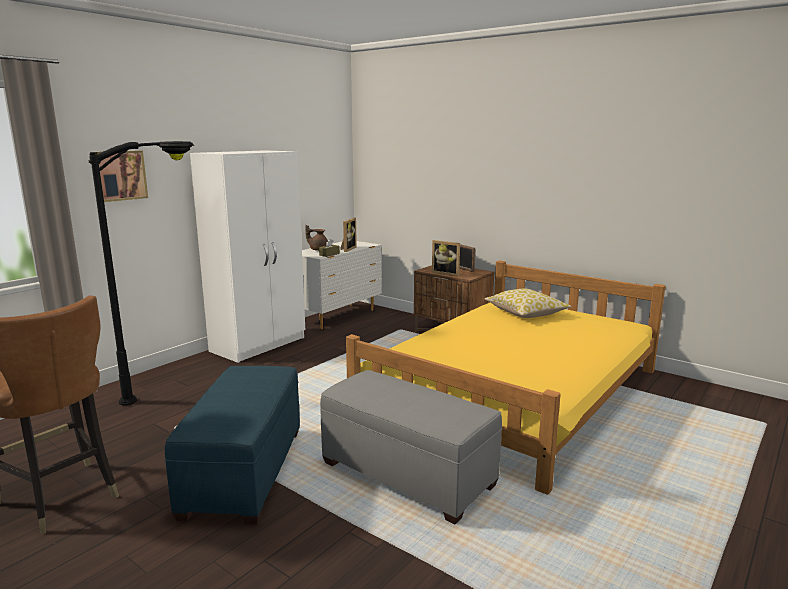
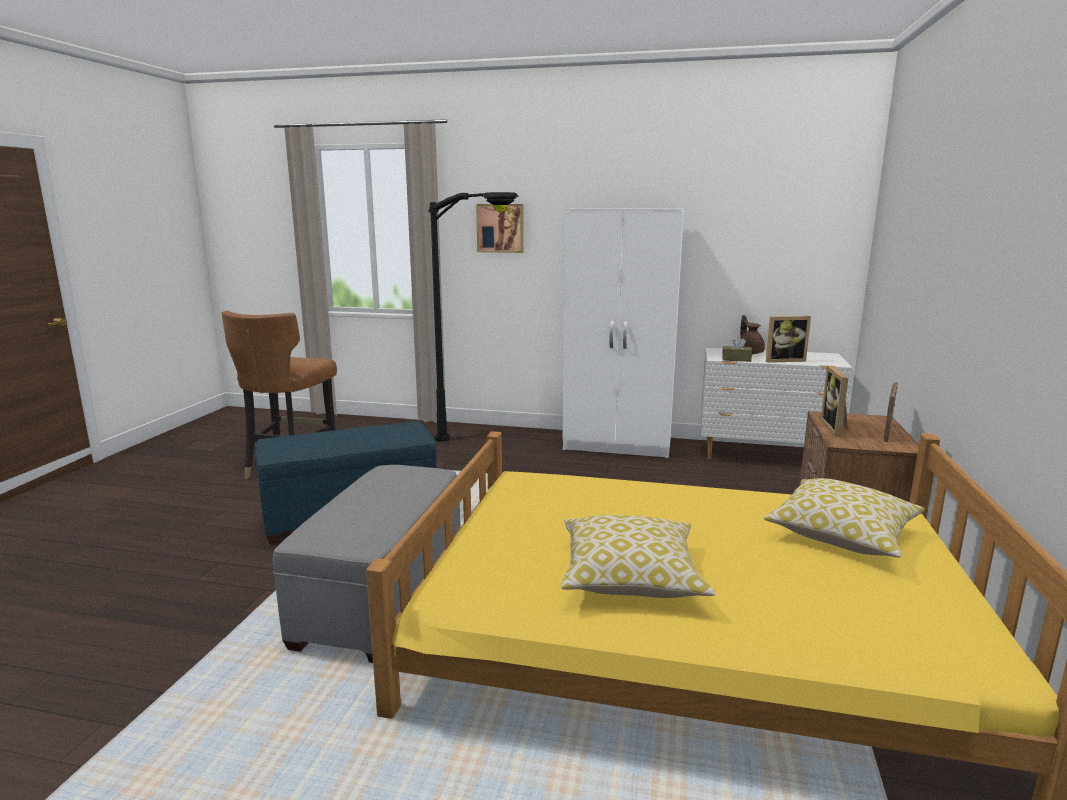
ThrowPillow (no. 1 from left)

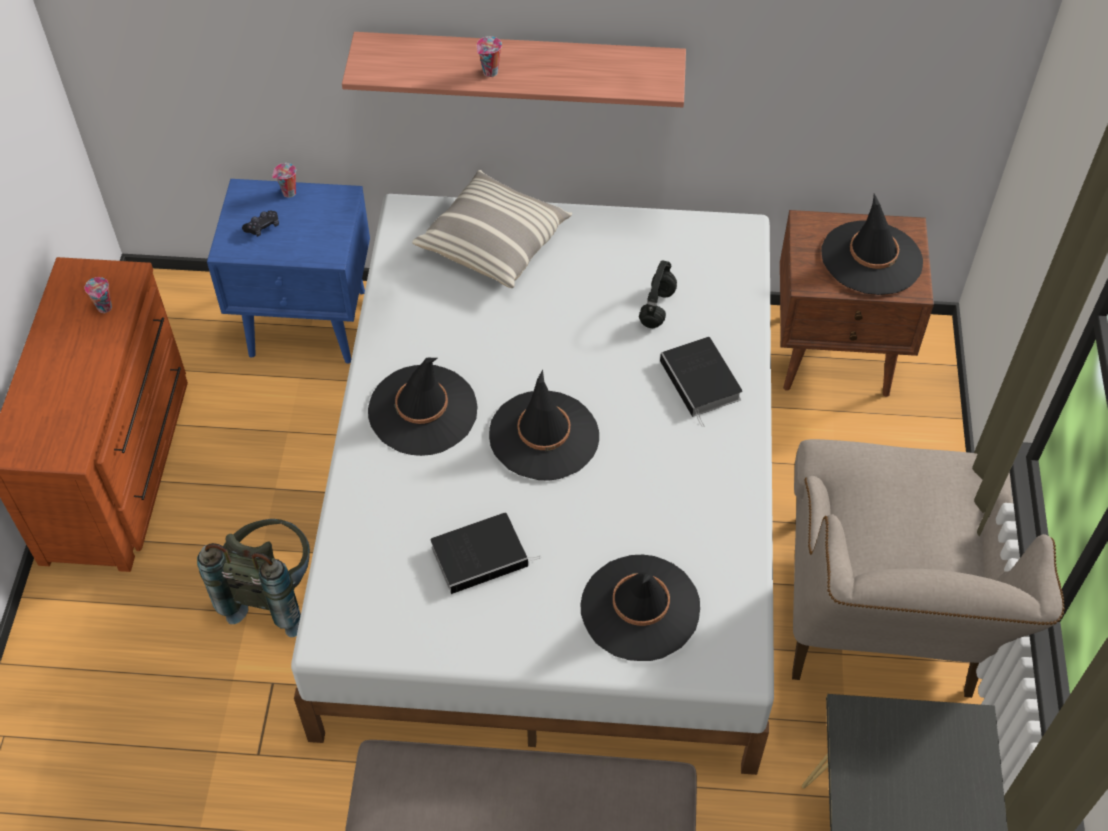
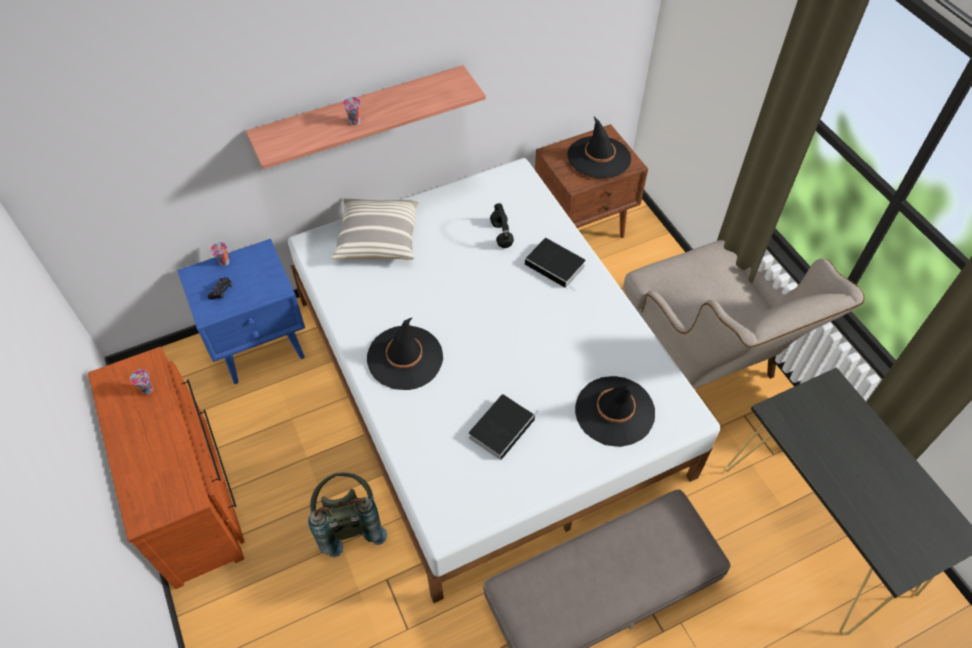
BlackColouredHat (no. 2 from left in the first image)

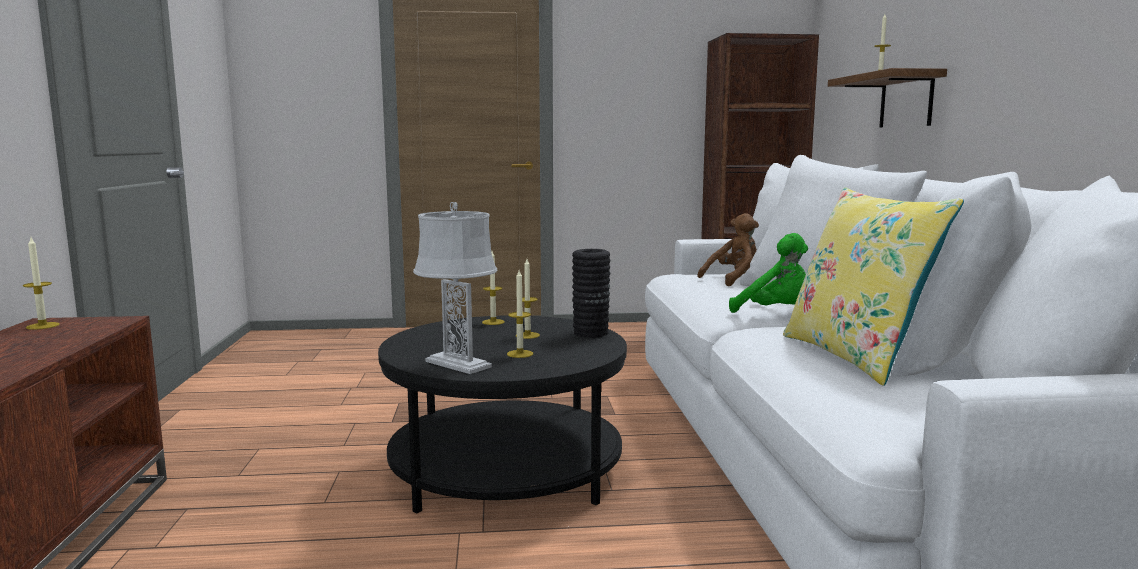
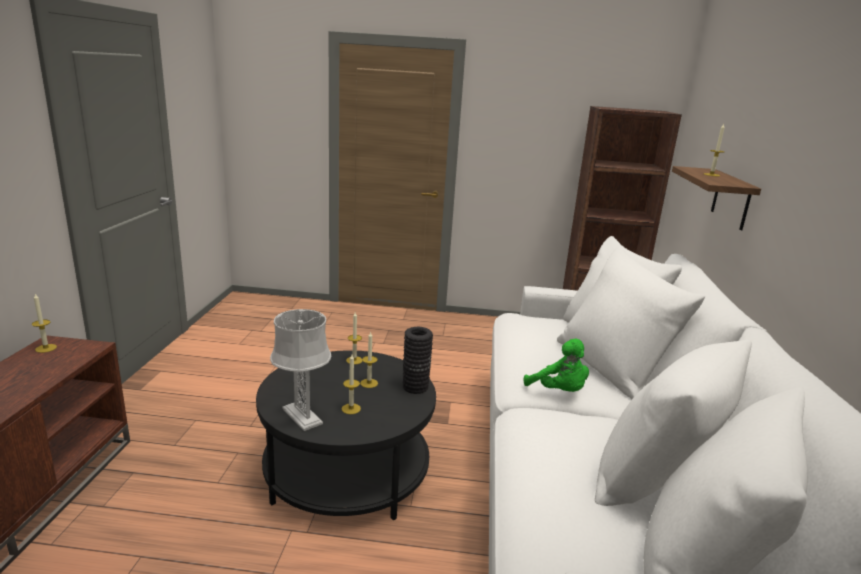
YellowColouredThrowPillow
BrownishCuddlyToy

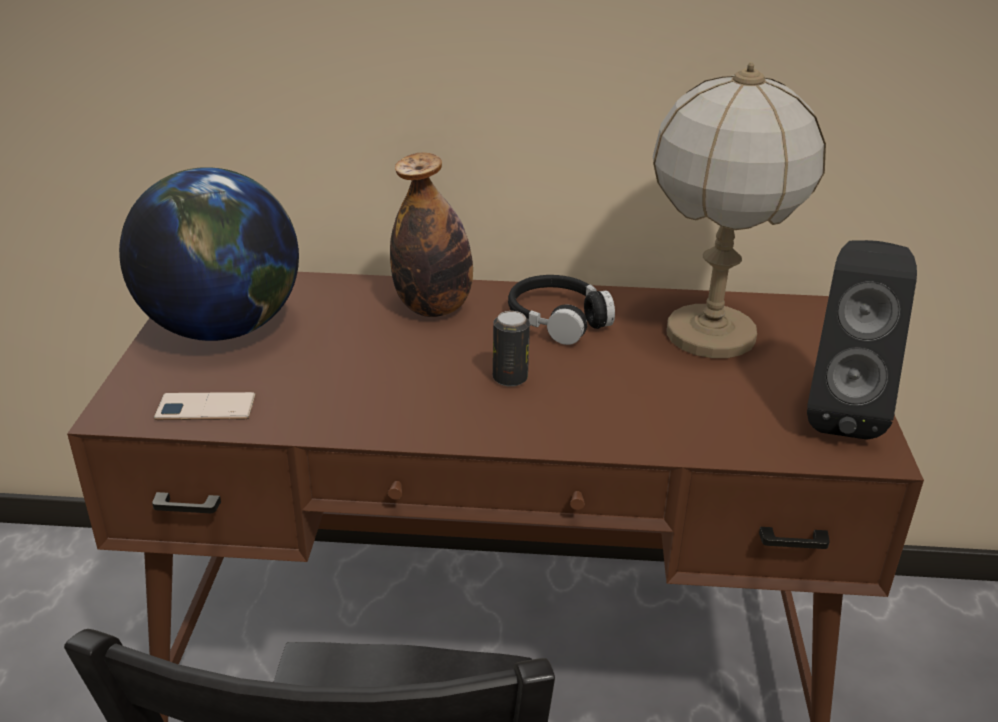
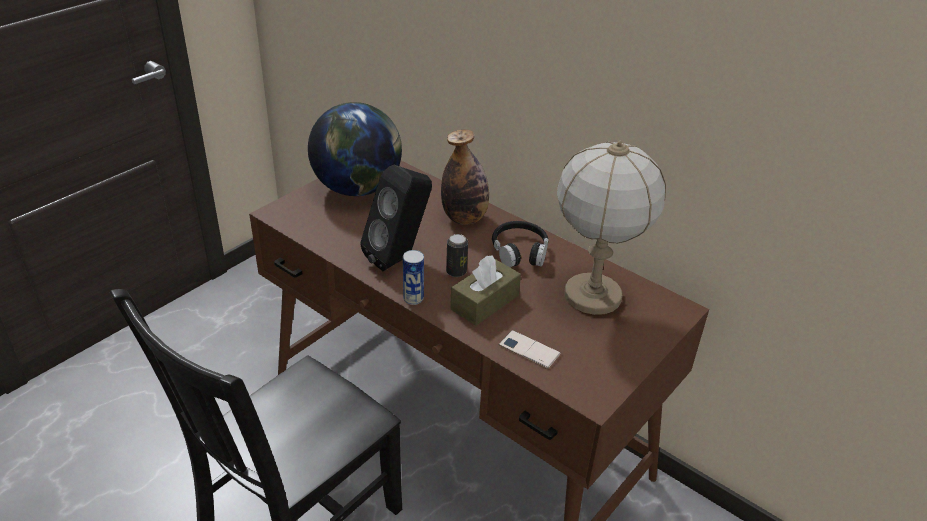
BlackColouredAudioSpeaker
Handset
Can (no. 1 from left)
BrownishTissueBox

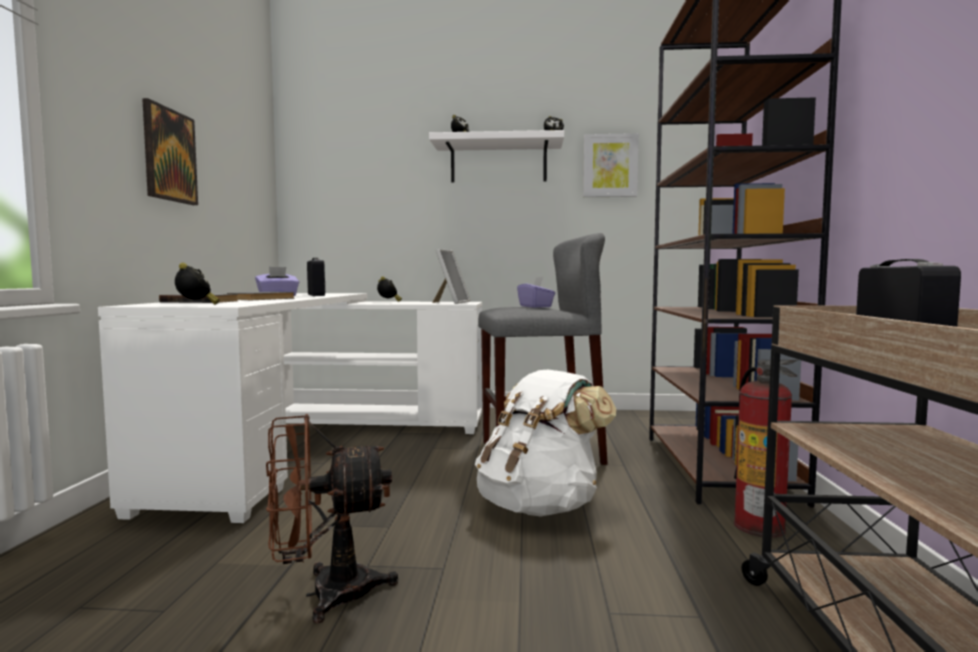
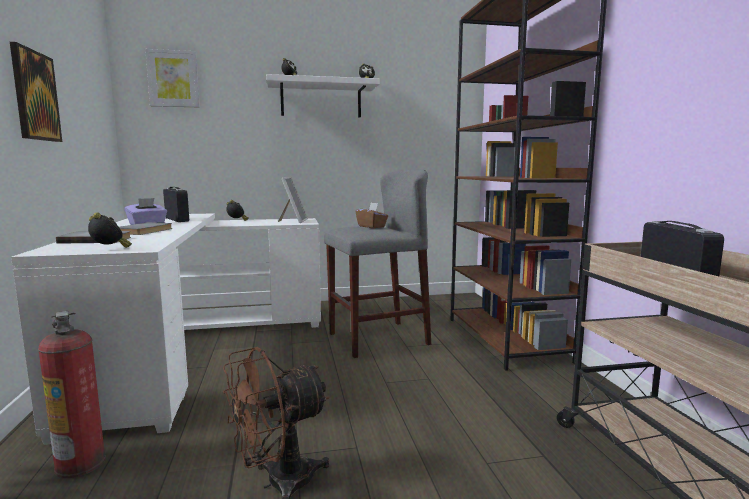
WallArt (no. 2 from left)
BrownishTissueBox
FireFightingCylinder
WhitishBackpack

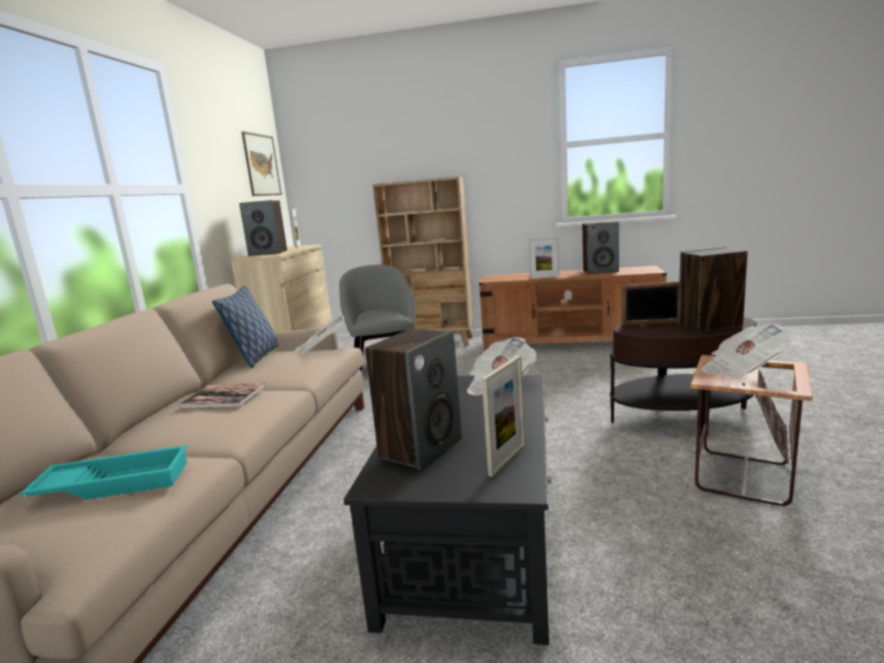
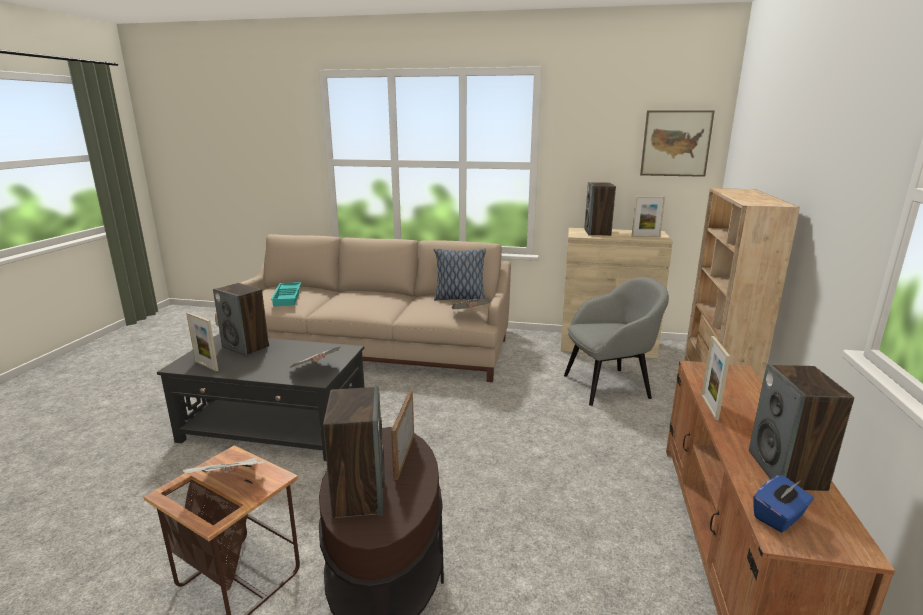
Volume
BluishTissueBox

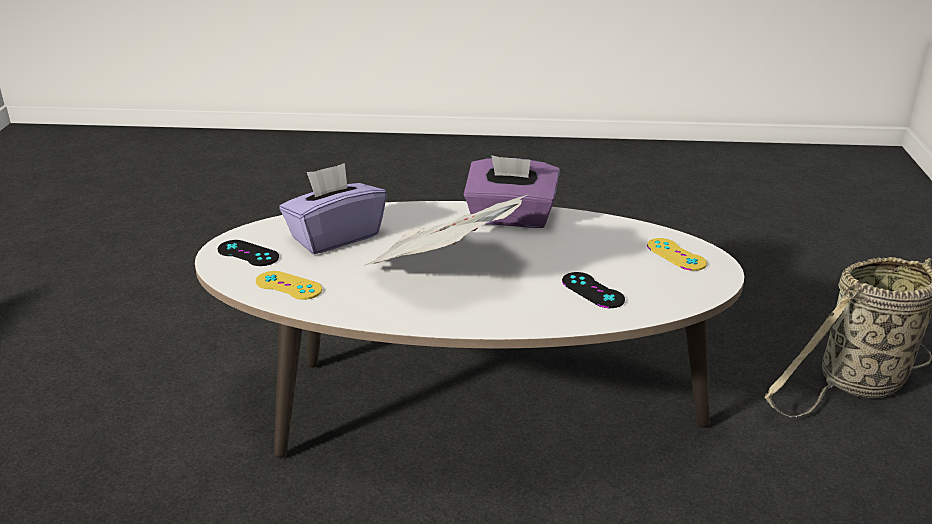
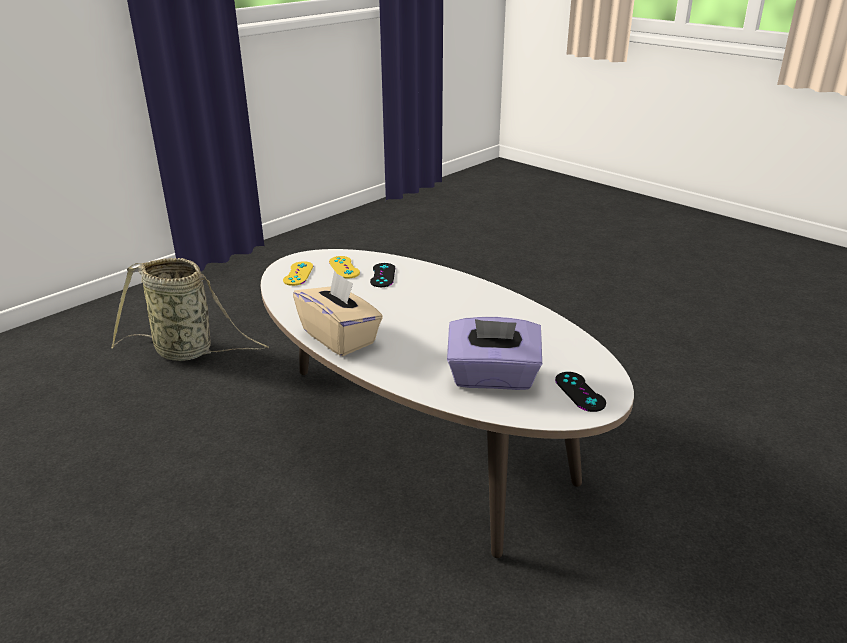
BeigeTissueBox
DailyPaper
YellowColouredJoypad (no. 2 from left)

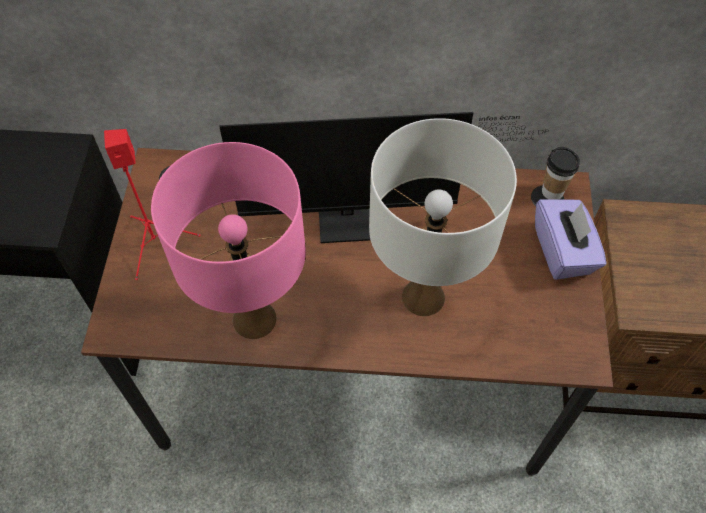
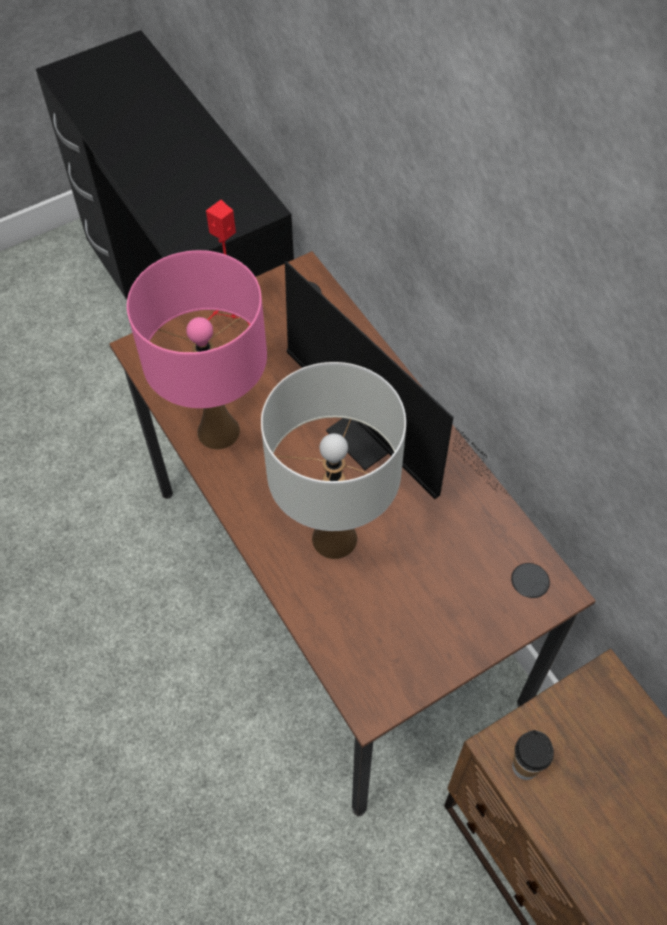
DrinkingCup
PurpleTissueBox

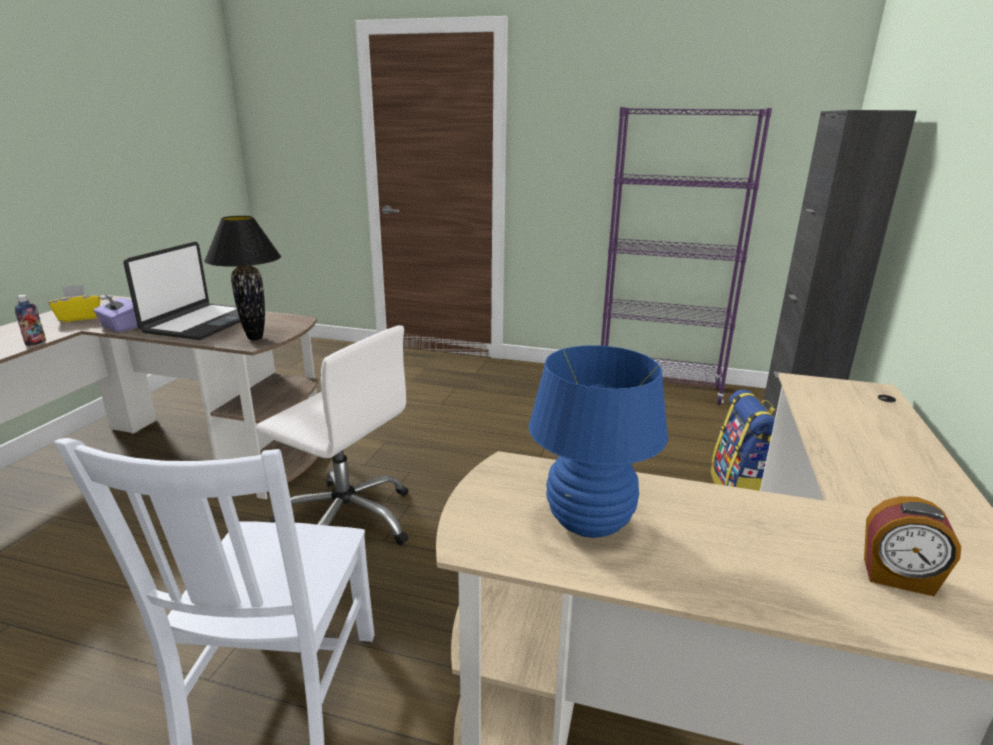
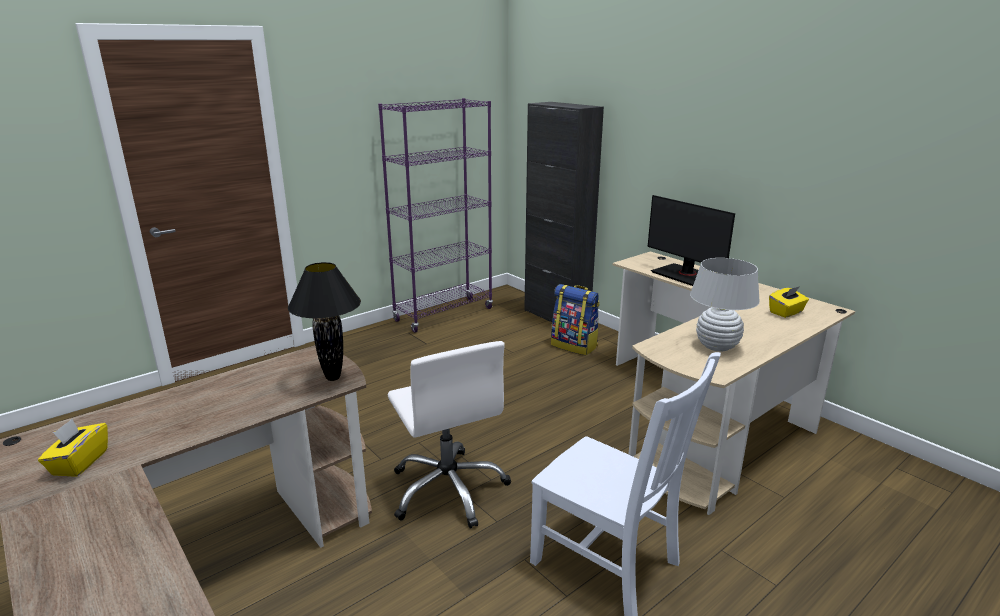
Laptop
DrinkBottle
PurpleTissueBox
WhitishOfficeChair
WhitishTableLamp
YellowColouredTissueBox (no. 2 from left)
Monitor

